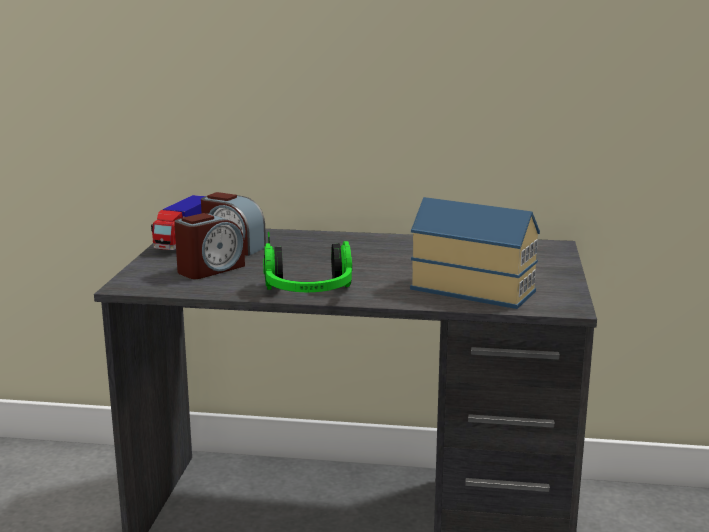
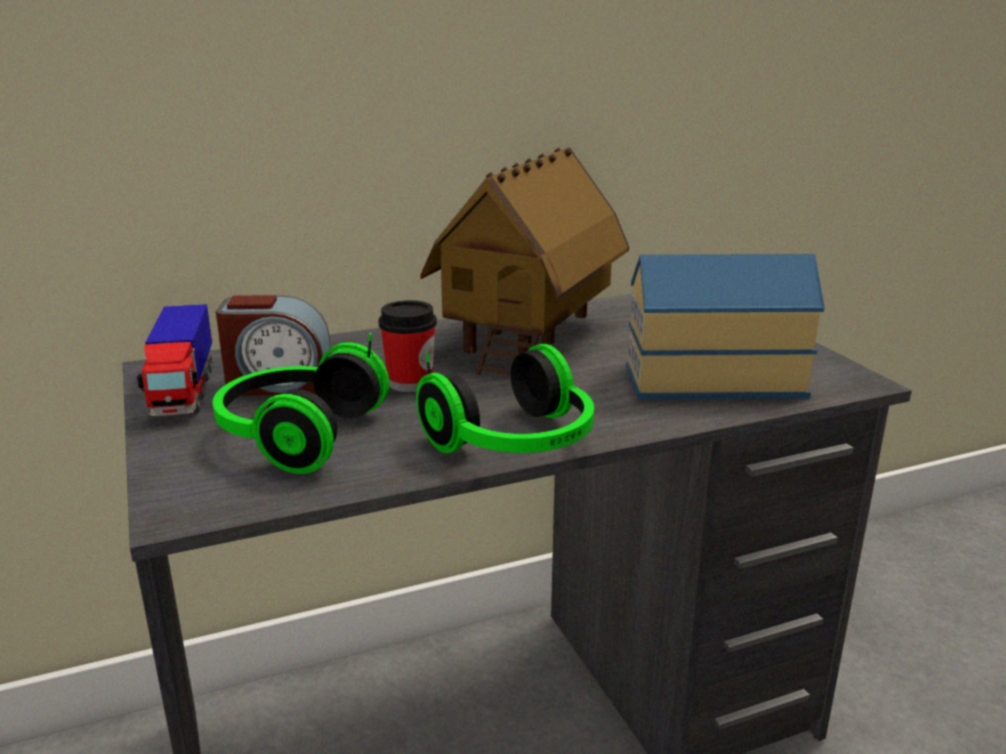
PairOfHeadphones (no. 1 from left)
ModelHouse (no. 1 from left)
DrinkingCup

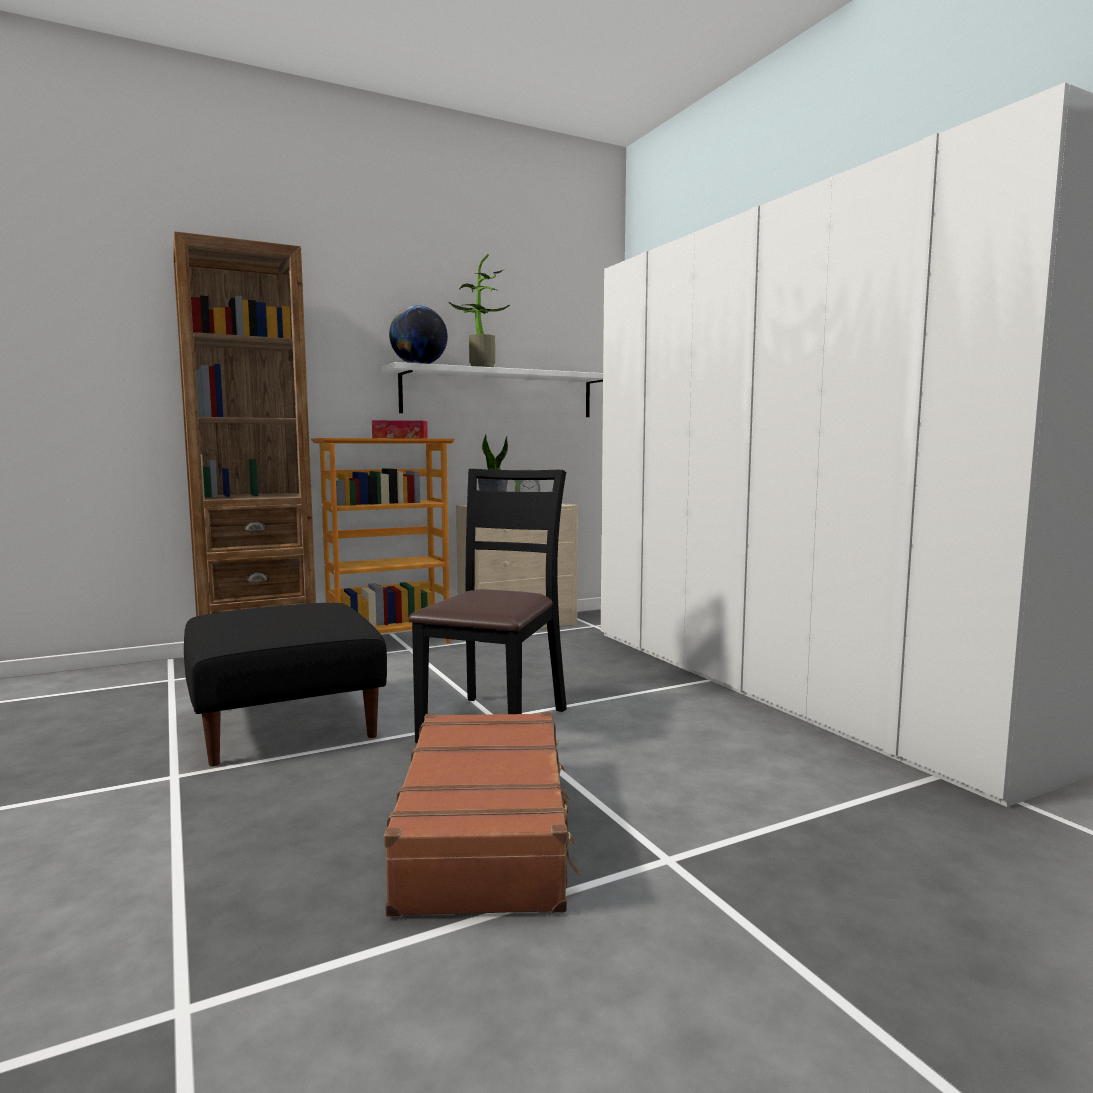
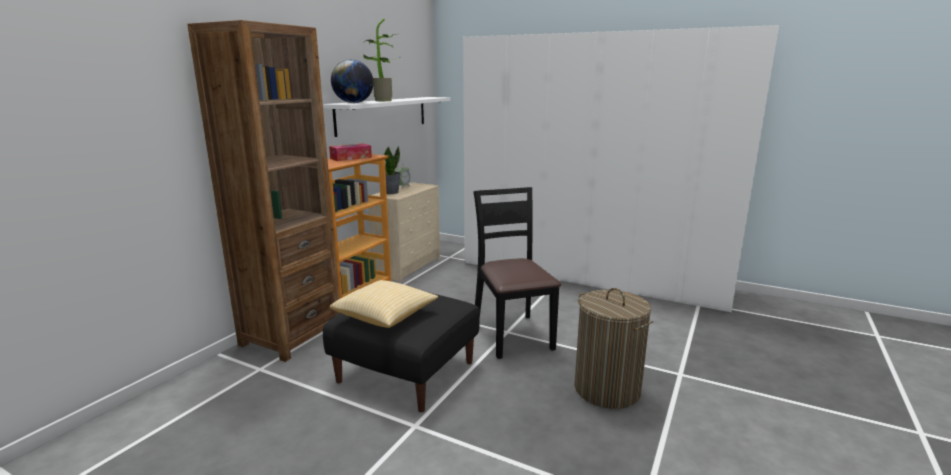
LaundryBasket
ThrowPillow

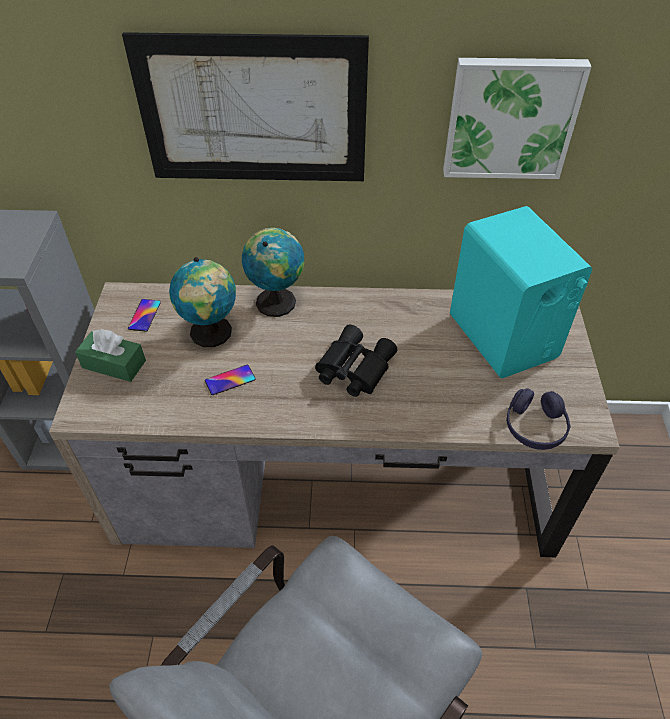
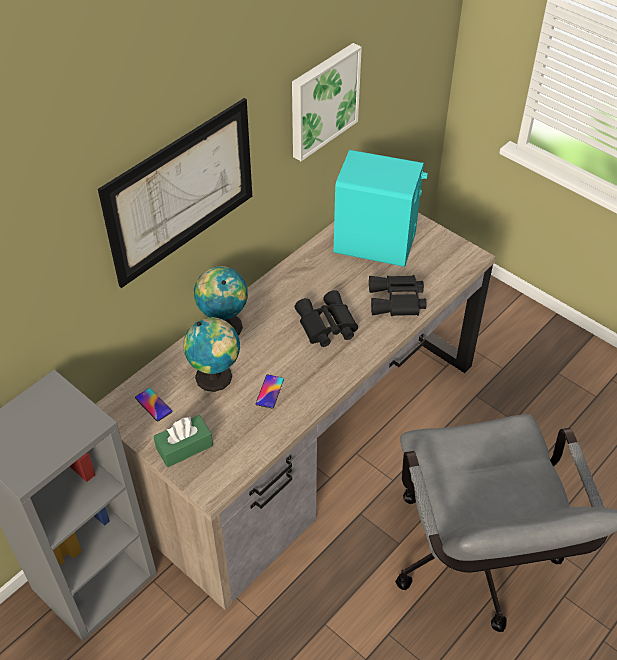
PurplePairOfHeadphones
BlackColouredBinoculars (no. 2 from left)

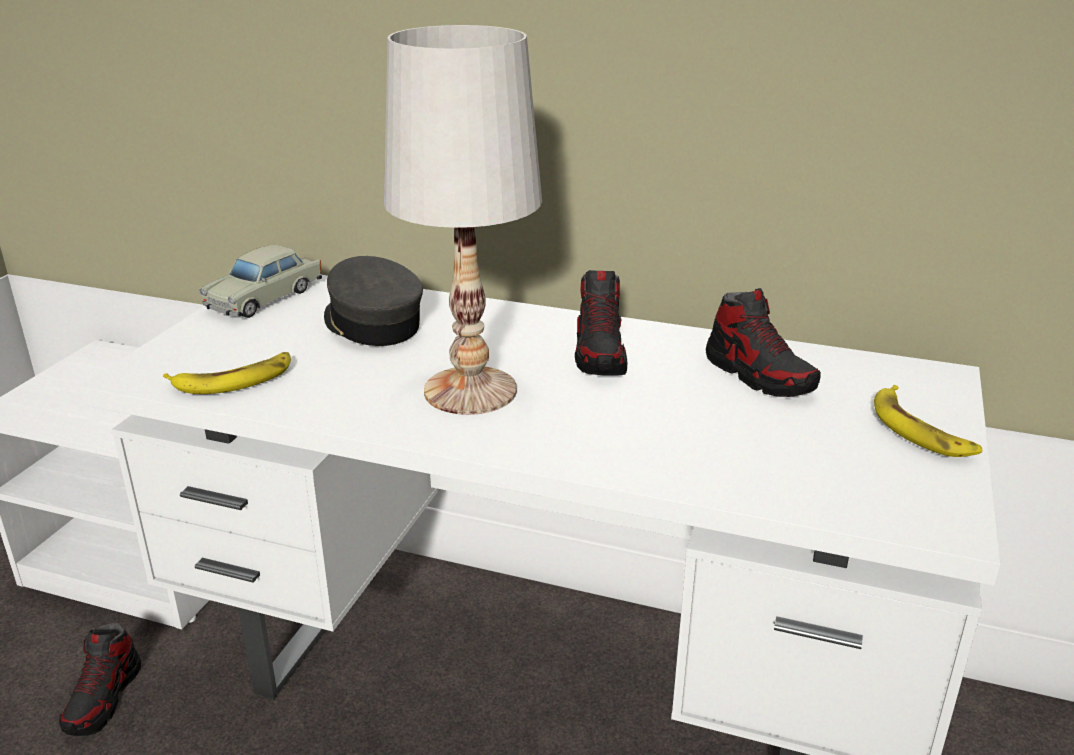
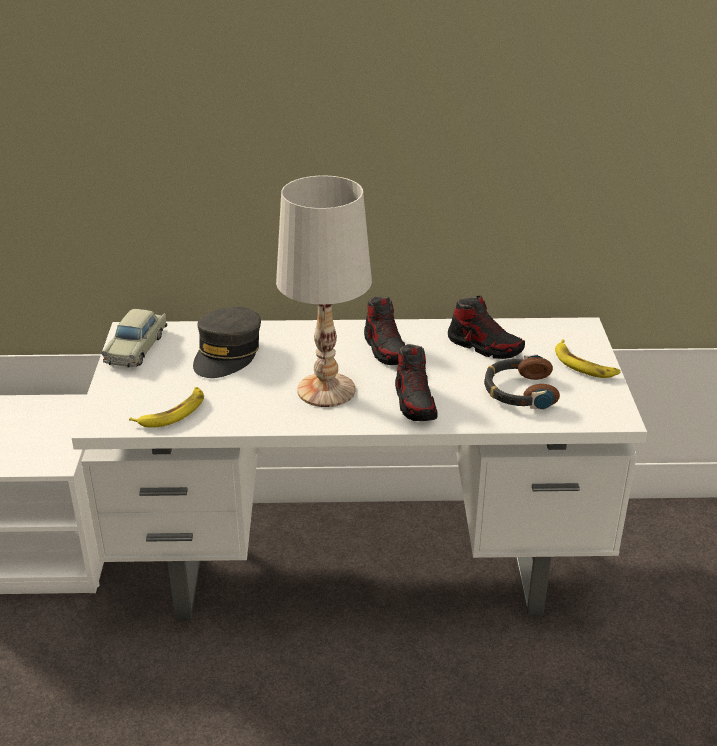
GrayBaseballCap
ItemOfFootwear (no. 2 from left)
PairOfHeadphones

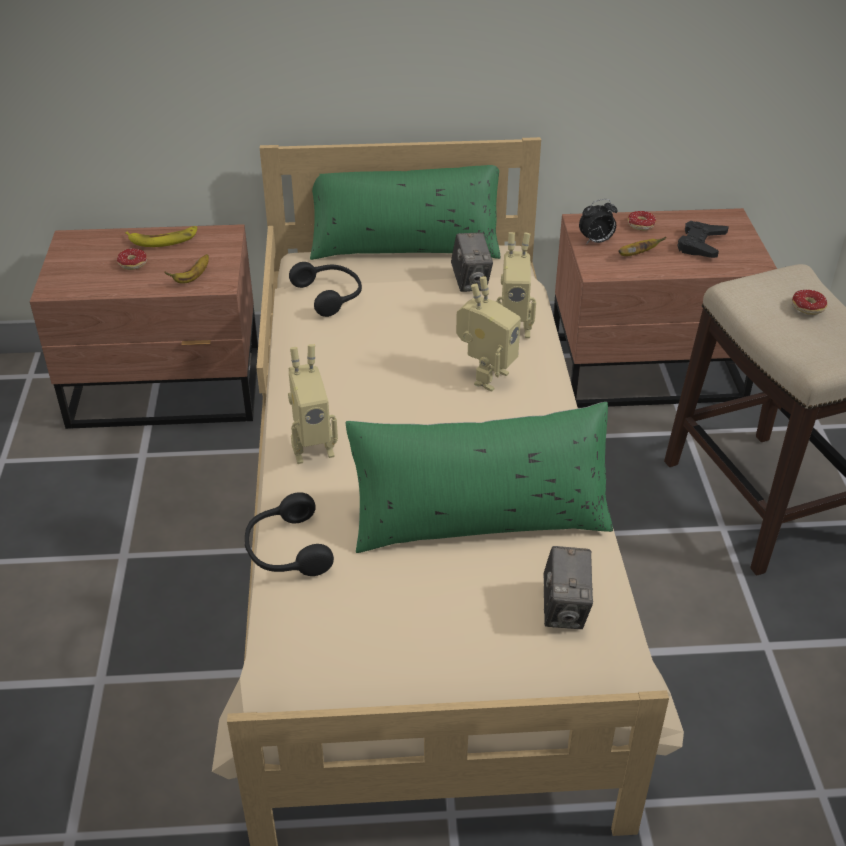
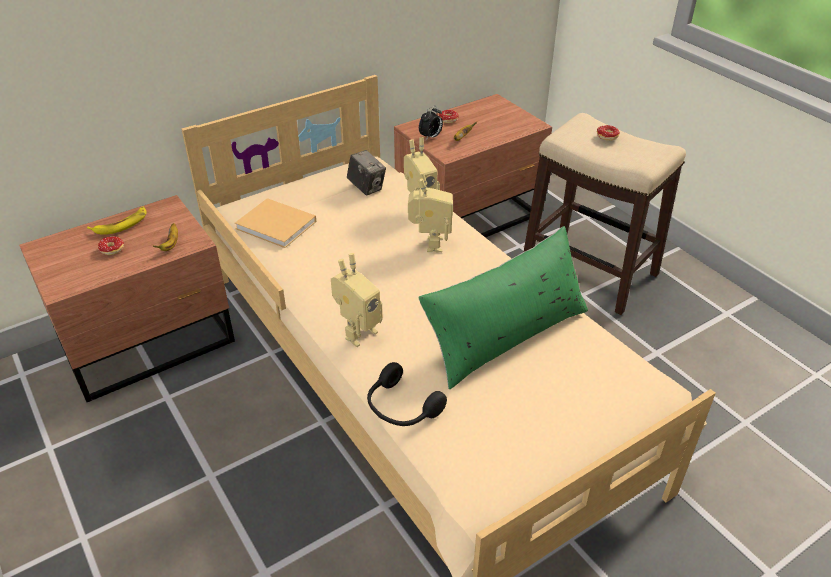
GreenThrowPillow (no. 1 from left in the first image)
BlackColouredJoypad
BeigeVolume
StillCamera (no. 2 from left in the first image)

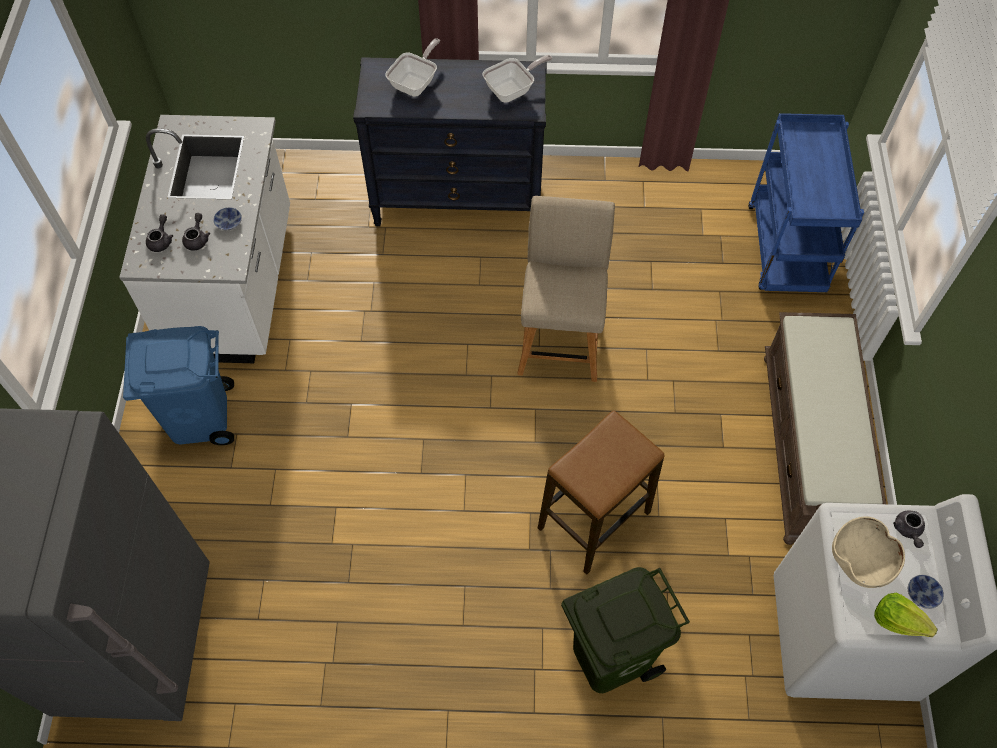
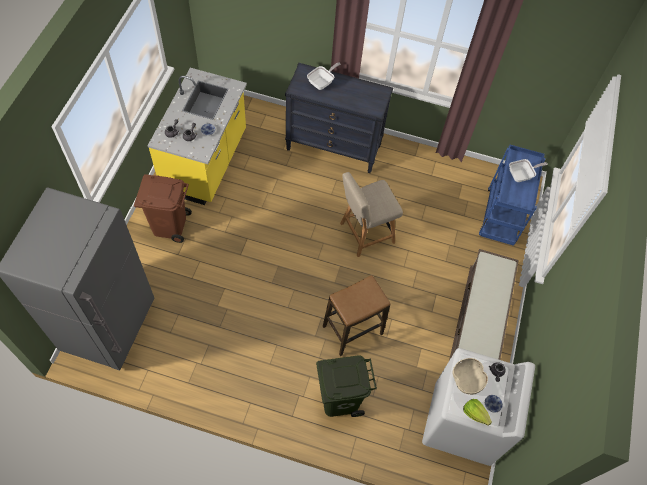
FryingPan (no. 2 from left)
YellowColouredCounter
BeigePlainChair
BrownishWasteBin

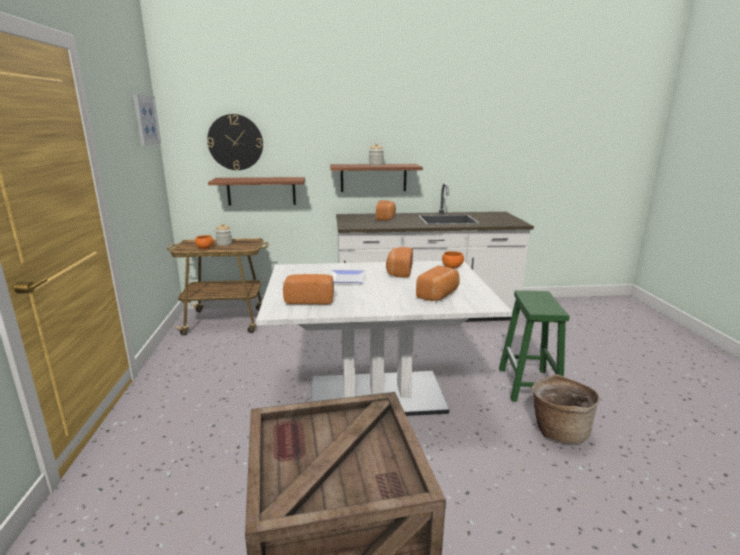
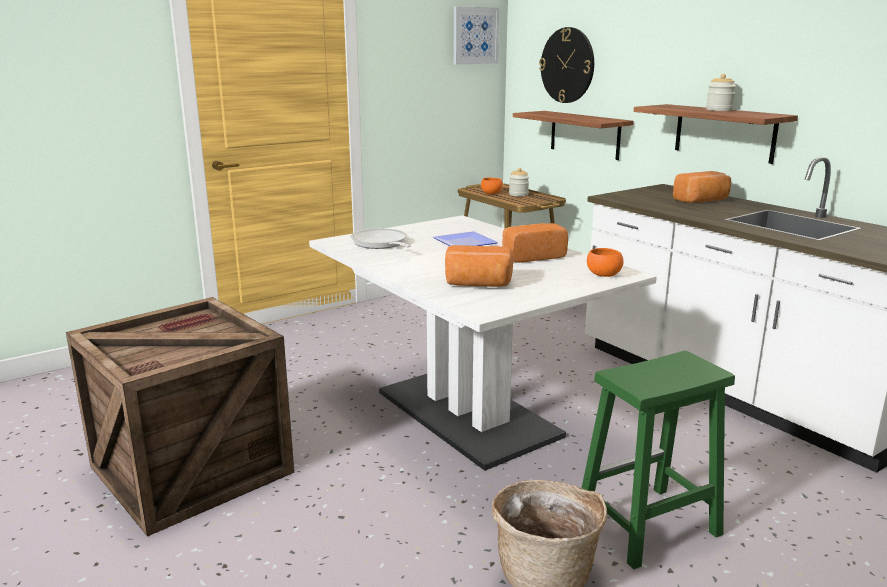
FryingPan

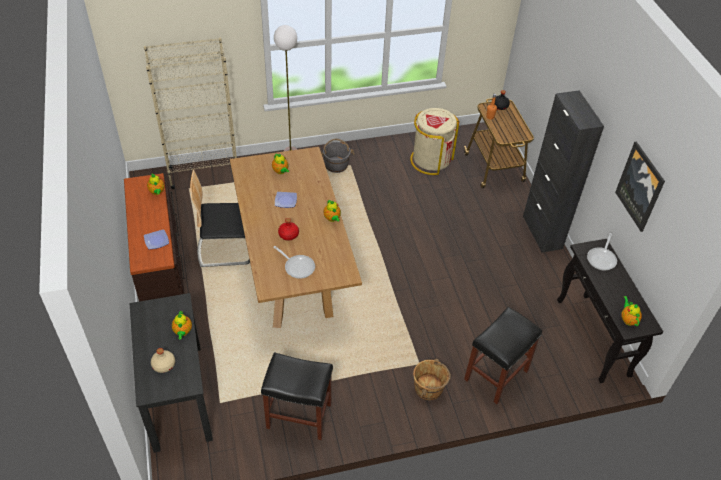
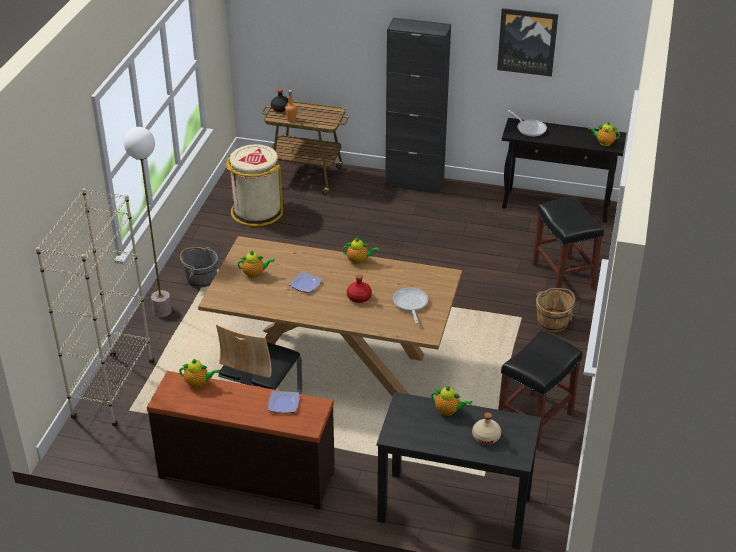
FryingPan (no. 1 from left)

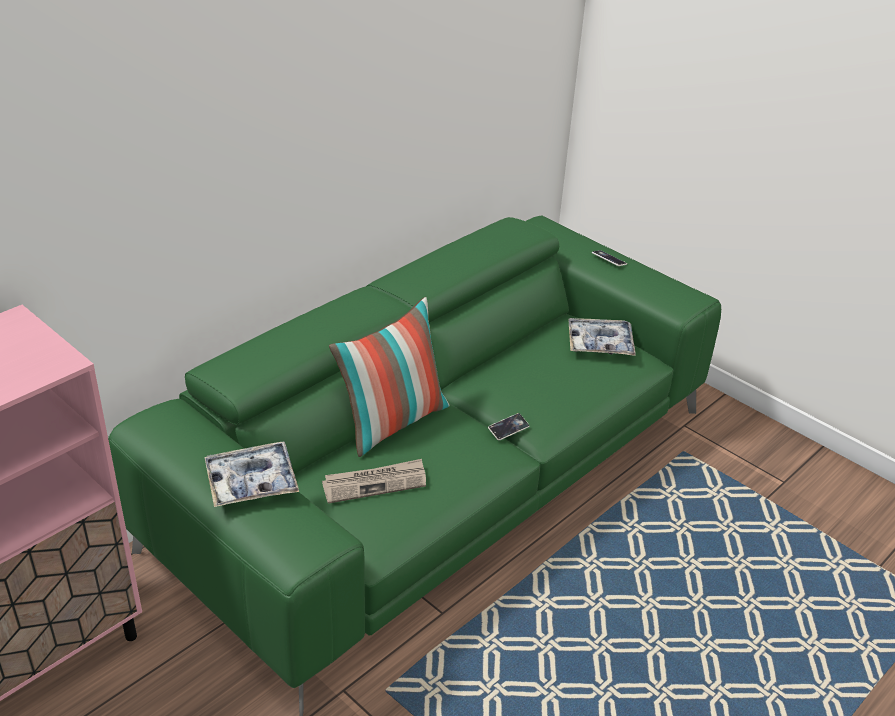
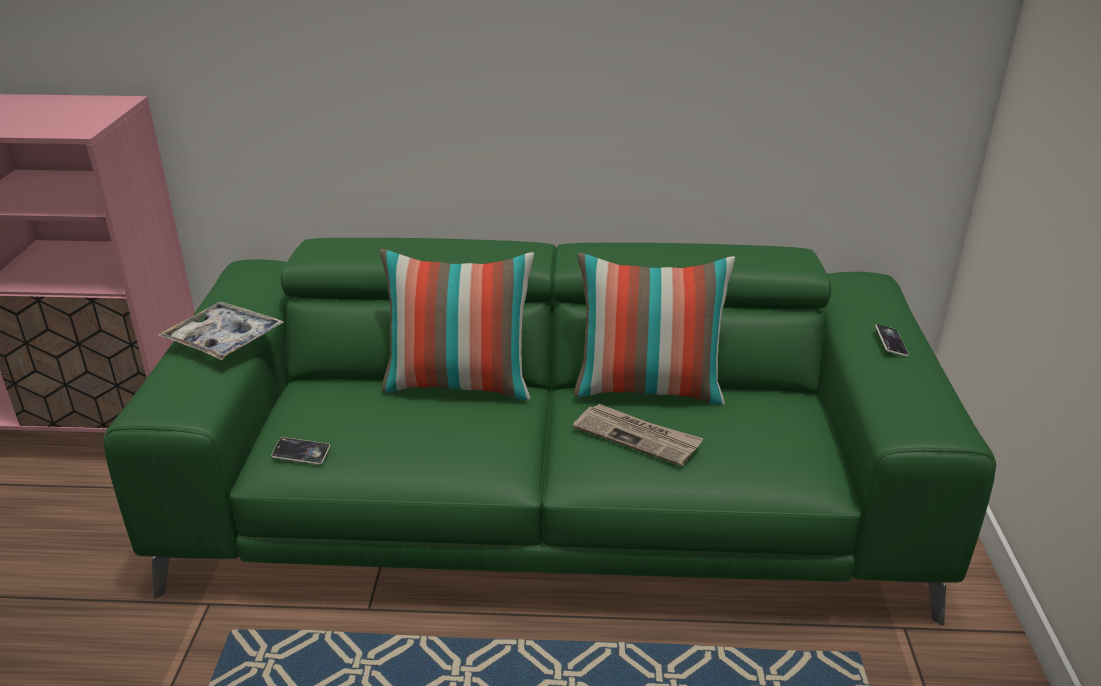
CarryingTray (no. 2 from left in the first image)
Handset (no. 1 from left)
DailyPaper
ThrowPillow (no. 2 from left)

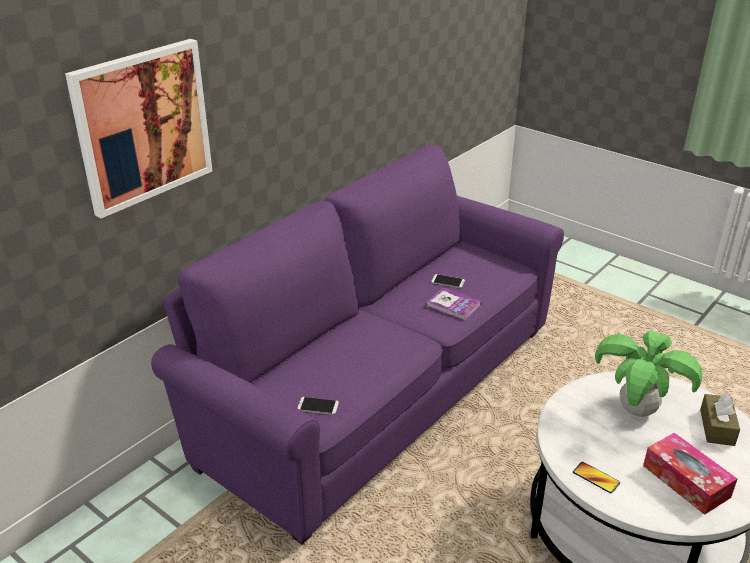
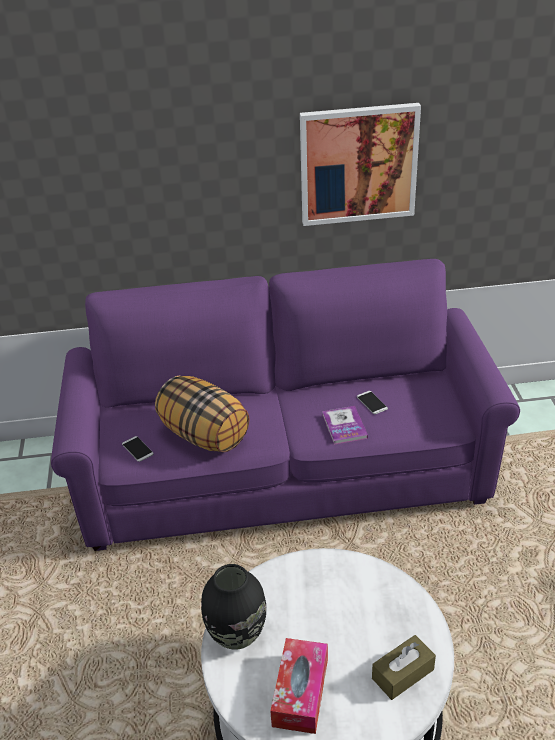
WallArt
Houseplant
BlackColouredDecorativeVase
ThrowPillow

